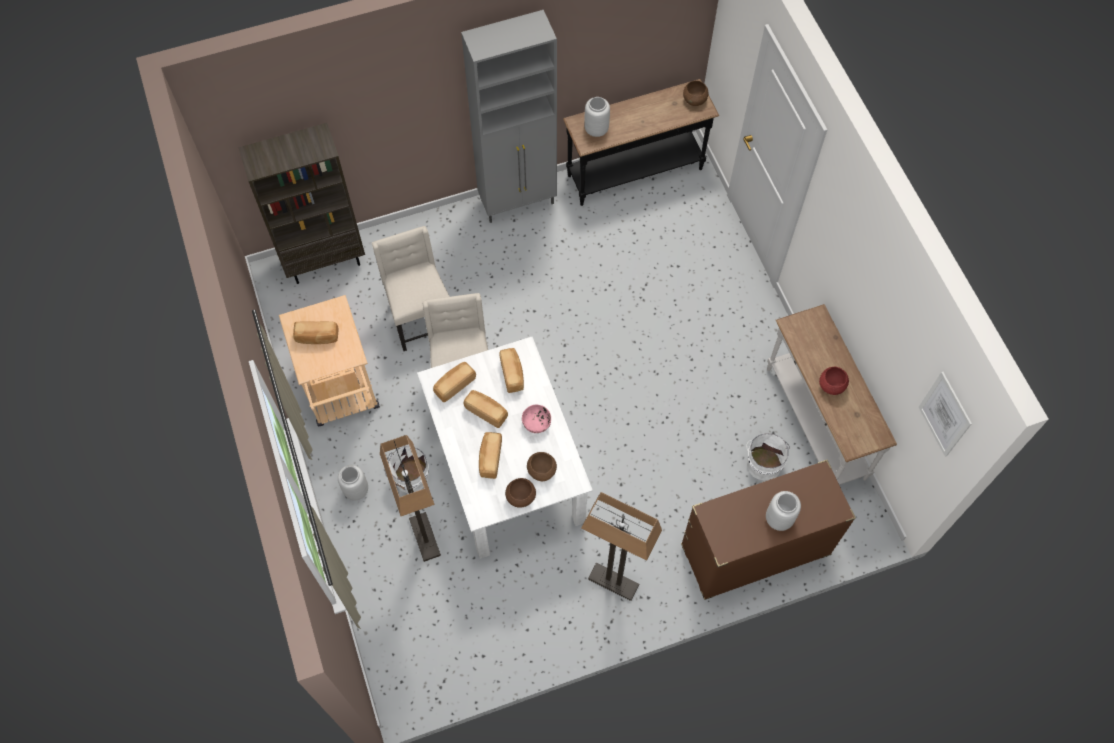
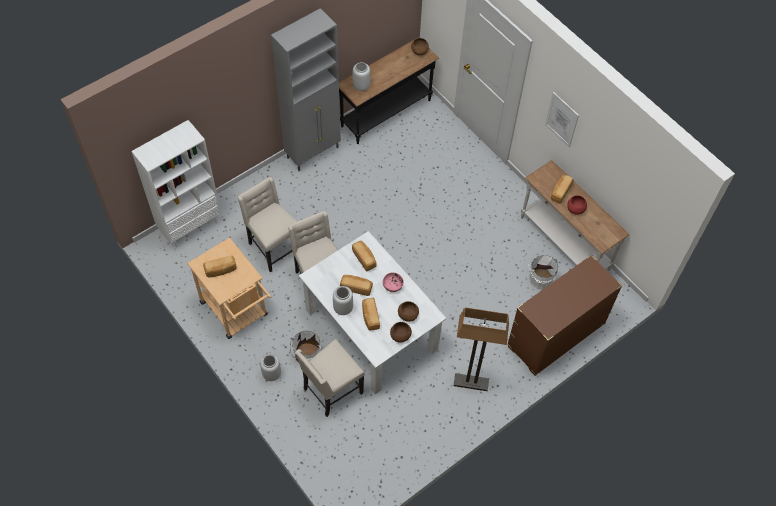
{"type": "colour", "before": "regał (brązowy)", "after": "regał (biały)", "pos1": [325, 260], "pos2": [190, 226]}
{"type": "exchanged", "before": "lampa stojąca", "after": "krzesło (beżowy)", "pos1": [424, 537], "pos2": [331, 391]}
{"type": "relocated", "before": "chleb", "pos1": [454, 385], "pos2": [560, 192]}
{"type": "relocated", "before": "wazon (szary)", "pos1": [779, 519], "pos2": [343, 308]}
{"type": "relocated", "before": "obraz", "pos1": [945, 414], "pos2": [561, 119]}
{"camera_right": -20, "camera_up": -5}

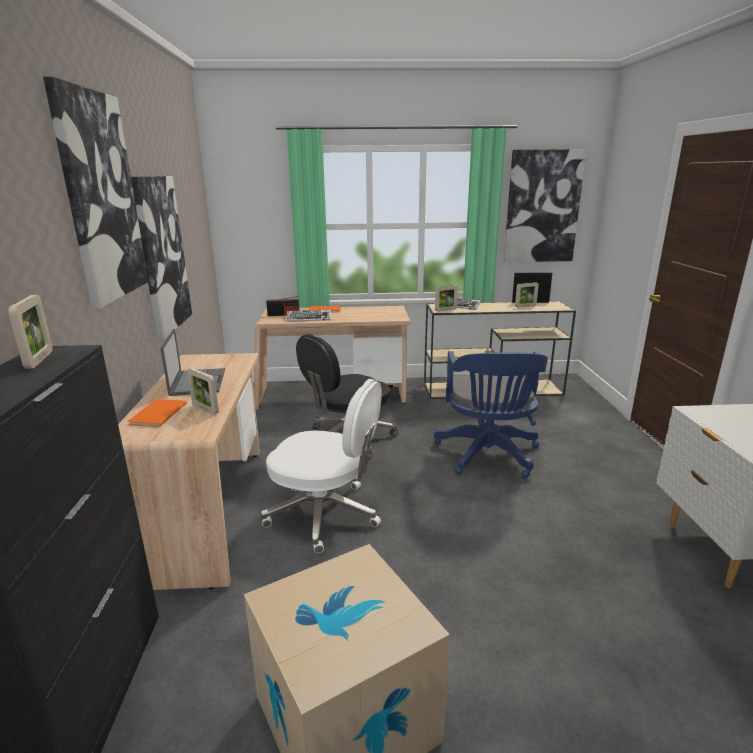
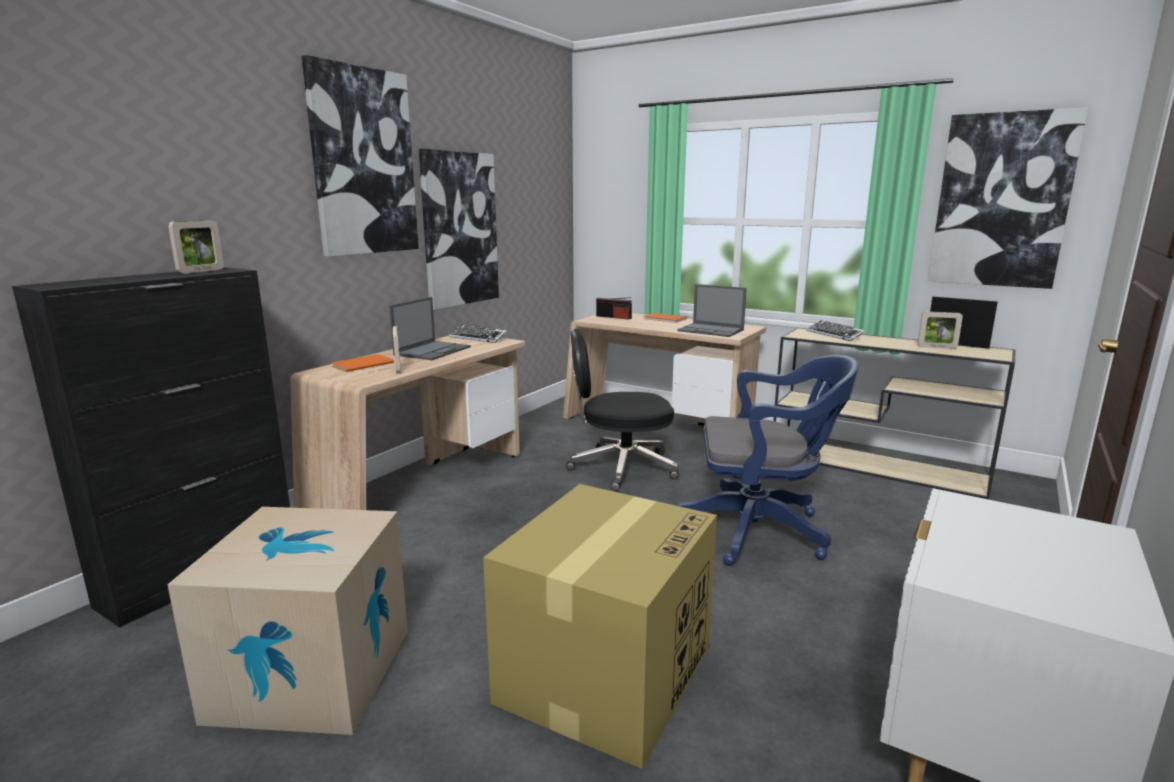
{"type": "missing", "before": "krzesło biurowe (biały)", "pos1": [325, 514]}
{"type": "relocated", "before": "klawiatura", "pos1": [308, 318], "pos2": [478, 338]}
{"type": "spun", "before": "krzesło biurowe (niebieski)", "pos1": [488, 456], "pos2": [760, 530], "turn": -120}
{"type": "missing", "before": "ramka na zdjęcie", "pos1": [445, 310]}
{"type": "appeared", "after": "karton", "pos2": [606, 672]}
{"type": "appeared", "after": "laptop", "pos2": [711, 330]}
{"camera_right": 35, "camera_up": -5}

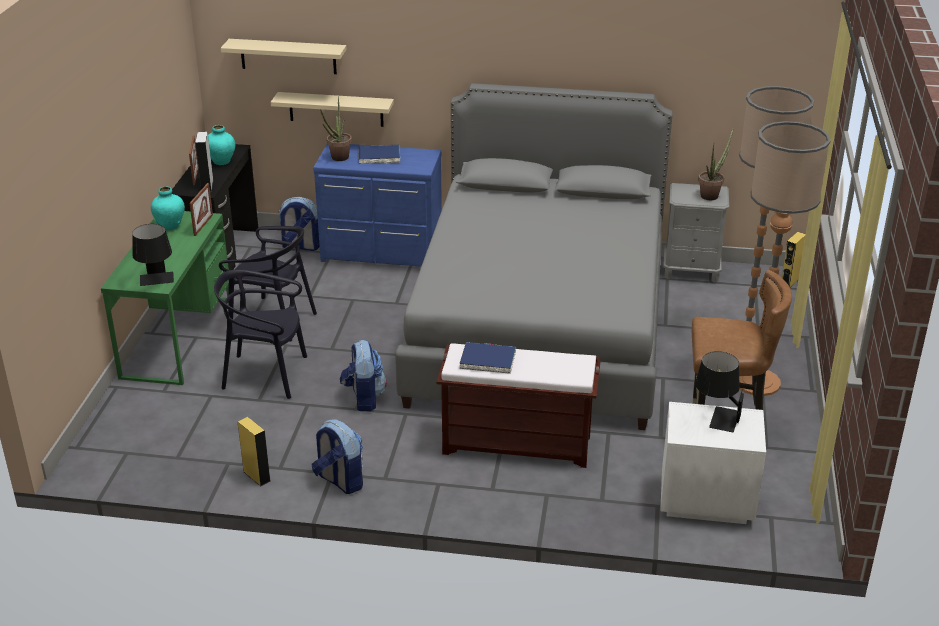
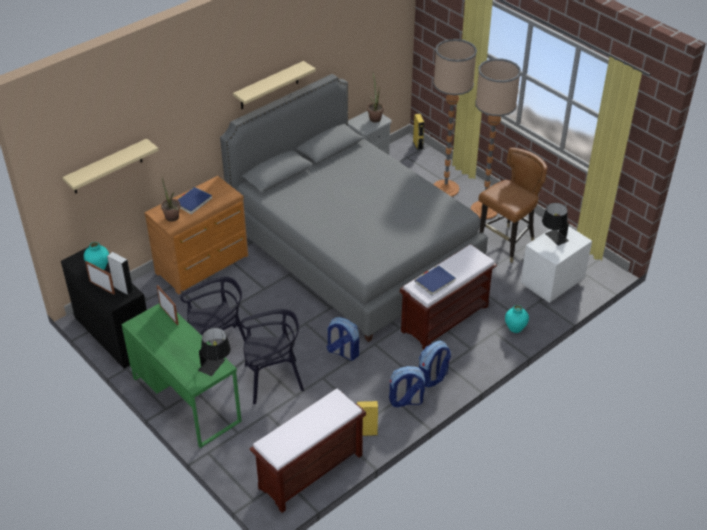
{"type": "relocated", "before": "wazon (turkusowy)", "pos1": [170, 226], "pos2": [515, 328]}
{"type": "spun", "before": "krzesło (czarny)", "pos1": [266, 375], "pos2": [273, 380], "turn": -150}
{"type": "relocated", "before": "półka (beżowy)", "pos1": [336, 109], "pos2": [269, 86]}
{"type": "relocated", "before": "plecak", "pos1": [301, 246], "pos2": [433, 377]}
{"type": "colour", "before": "komoda (niebieski)", "after": "komoda (brązowy)", "pos1": [382, 254], "pos2": [204, 265]}
{"type": "appeared", "after": "ławka (brązowy)", "pos2": [310, 472]}
{"camera_right": -50, "camera_up": 10}

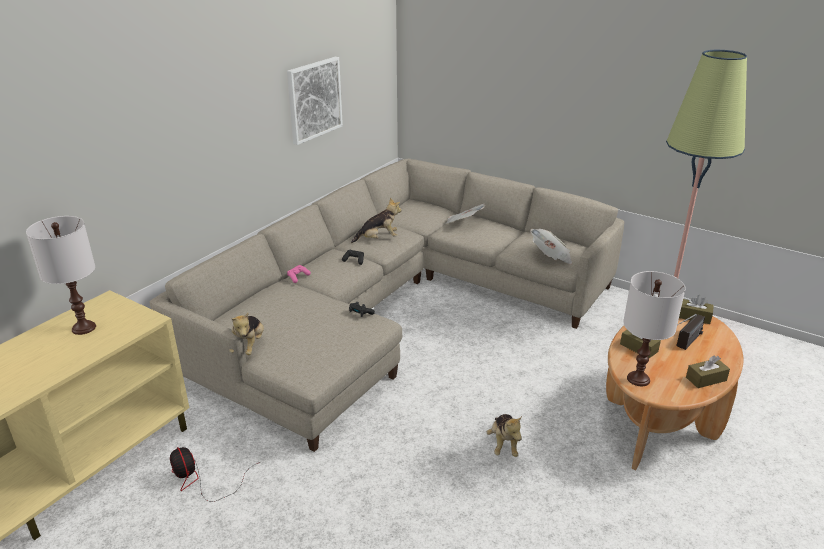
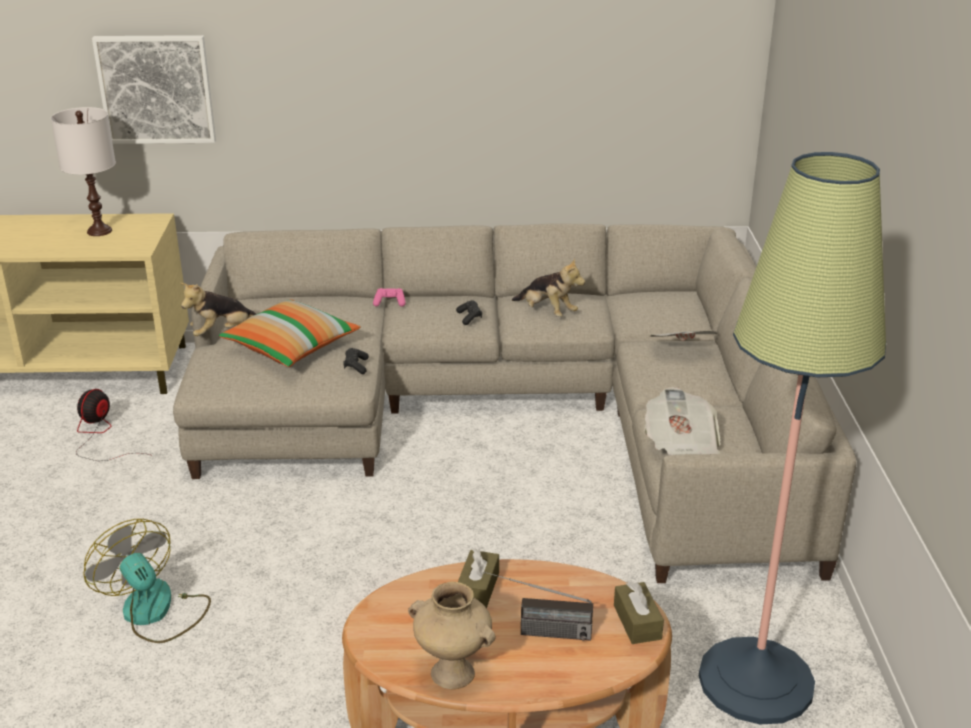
{"type": "relocated", "before": "obraz", "pos1": [314, 99], "pos2": [156, 89]}
{"type": "missing", "before": "pluszak", "pos1": [503, 444]}
{"type": "missing", "before": "lampa stołowa (biały)", "pos1": [638, 379]}
{"type": "exchanged", "before": "pudełko chusteczek (brązowy)", "after": "wazon (beżowy)", "pos1": [706, 379], "pos2": [454, 673]}
{"type": "appeared", "after": "wentylator", "pos2": [155, 612]}
{"type": "appeared", "after": "poduszka", "pos2": [291, 348]}
{"camera_right": 55, "camera_up": 0}

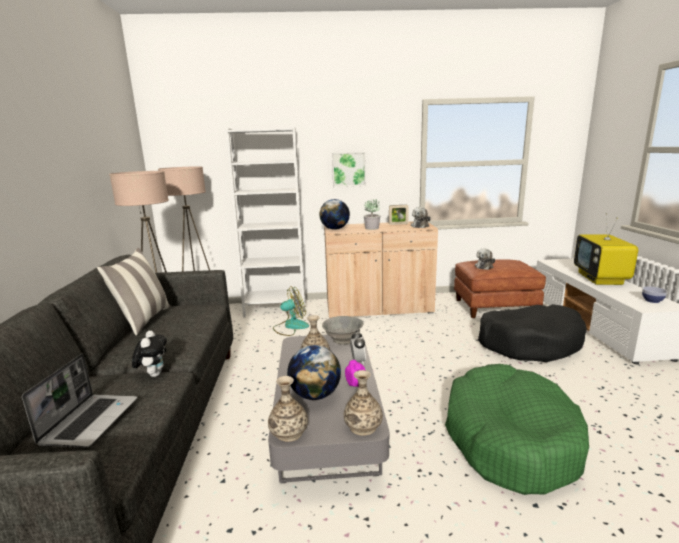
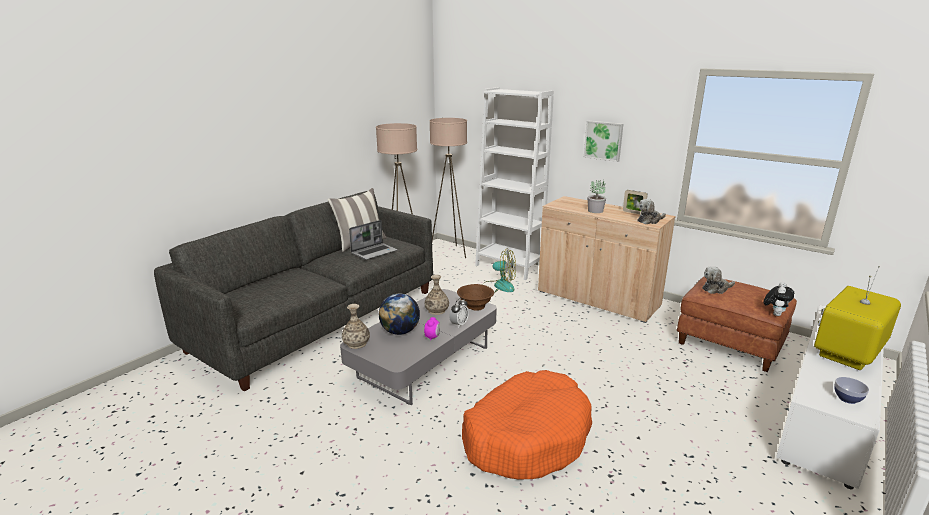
{"type": "relocated", "before": "laptop", "pos1": [90, 420], "pos2": [374, 252]}
{"type": "relocated", "before": "pluszak", "pos1": [154, 374], "pos2": [775, 314]}
{"type": "missing", "before": "globus", "pos1": [335, 229]}
{"type": "colour", "before": "miska (szary)", "after": "miska (brązowy)", "pos1": [343, 340], "pos2": [475, 306]}
{"type": "missing", "before": "wazon", "pos1": [363, 426]}
{"type": "colour", "before": "legowisko (zielony)", "after": "legowisko (pomarańczowy)", "pos1": [509, 439], "pos2": [526, 436]}
{"type": "missing", "before": "legowisko (czarny)", "pos1": [529, 343]}
{"camera_right": 40, "camera_up": 5}

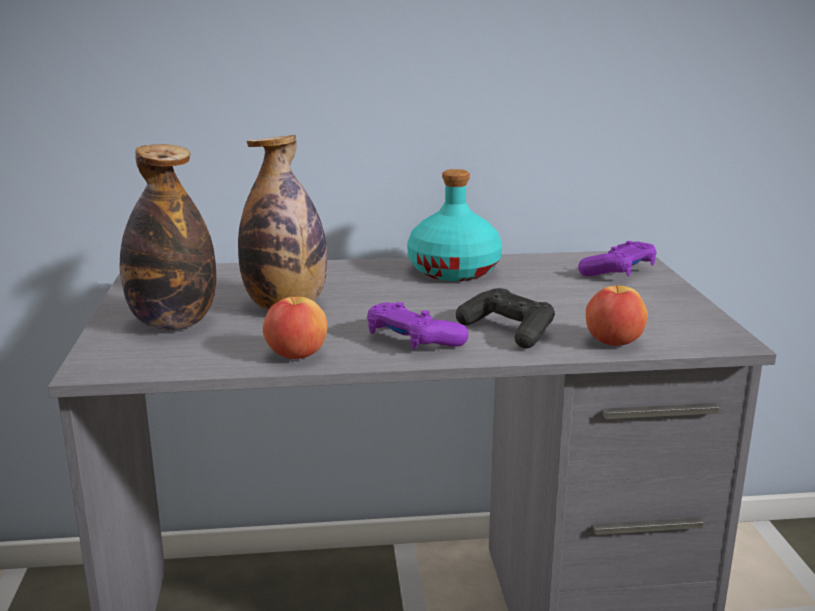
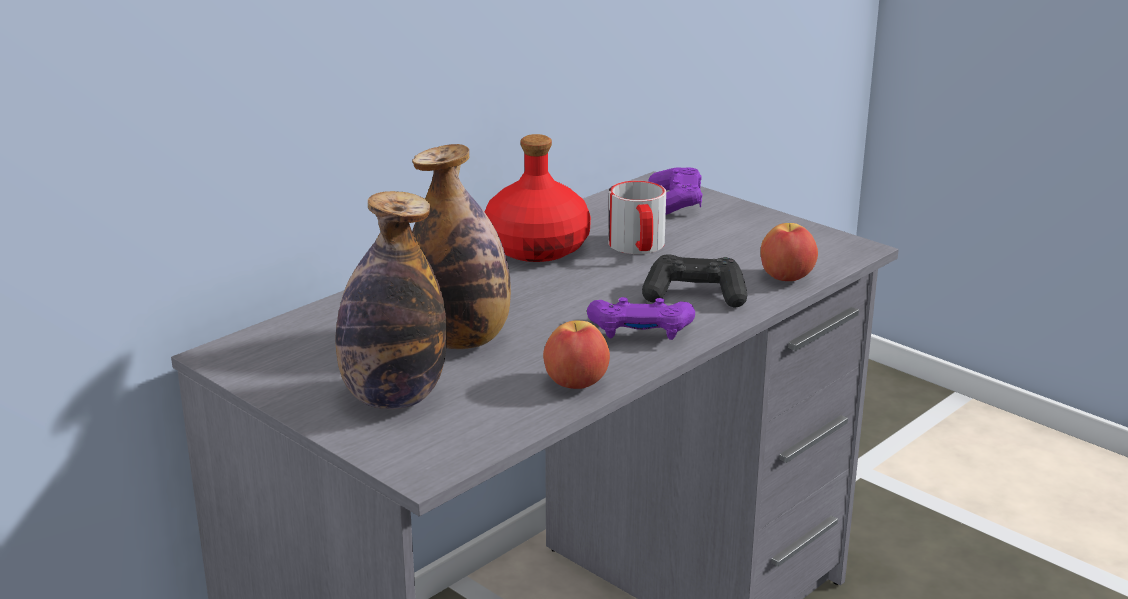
{"type": "colour", "before": "butelka (turkusowy)", "after": "butelka (czerwony)", "pos1": [454, 270], "pos2": [536, 247]}
{"type": "appeared", "after": "kubek", "pos2": [638, 247]}
{"camera_right": -40, "camera_up": 5}

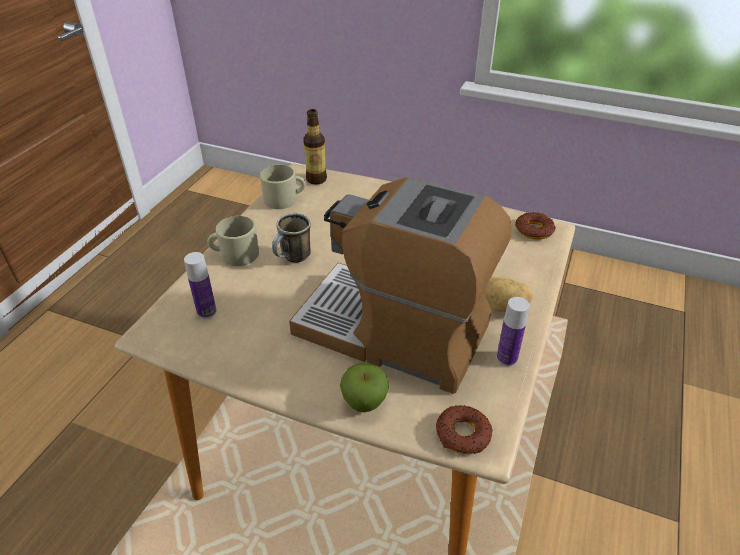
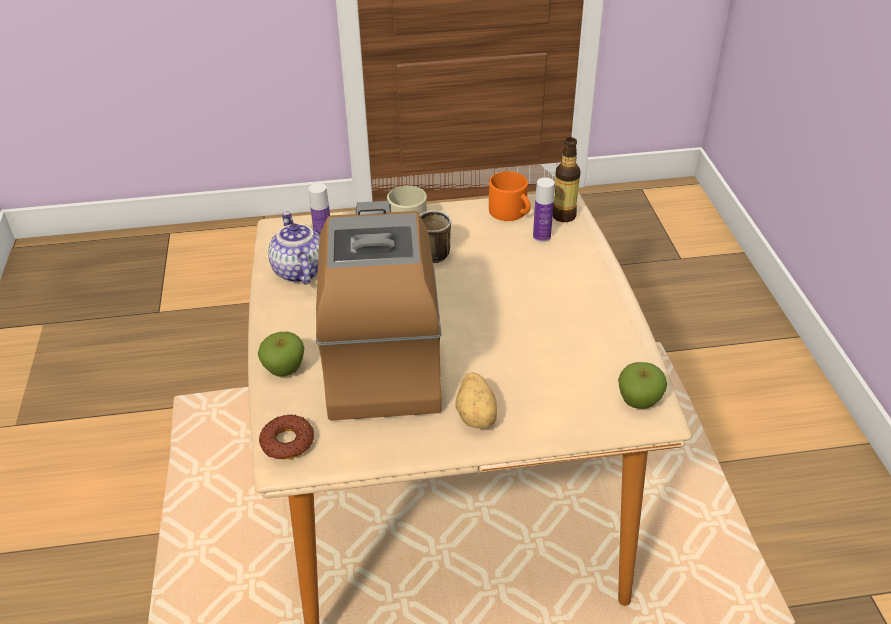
{"type": "colour", "before": "kubek (beżowy)", "after": "kubek (pomarańczowy)", "pos1": [285, 199], "pos2": [511, 212]}
{"type": "relocated", "before": "butelka", "pos1": [506, 358], "pos2": [541, 237]}
{"type": "exchanged", "before": "donut", "after": "jabłko", "pos1": [534, 230], "pos2": [638, 401]}
{"type": "appeared", "after": "imbryk", "pos2": [298, 271]}
{"camera_right": 60, "camera_up": 0}

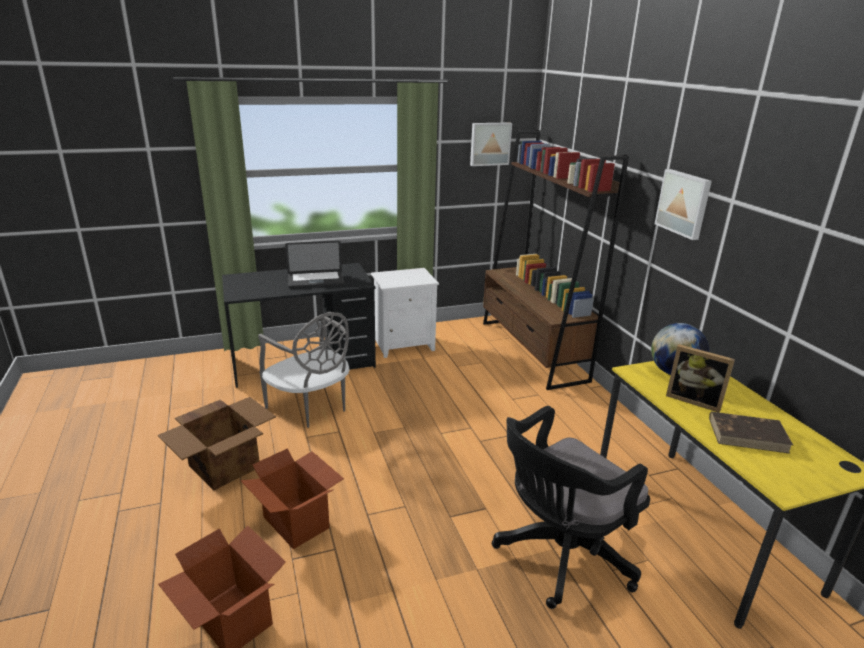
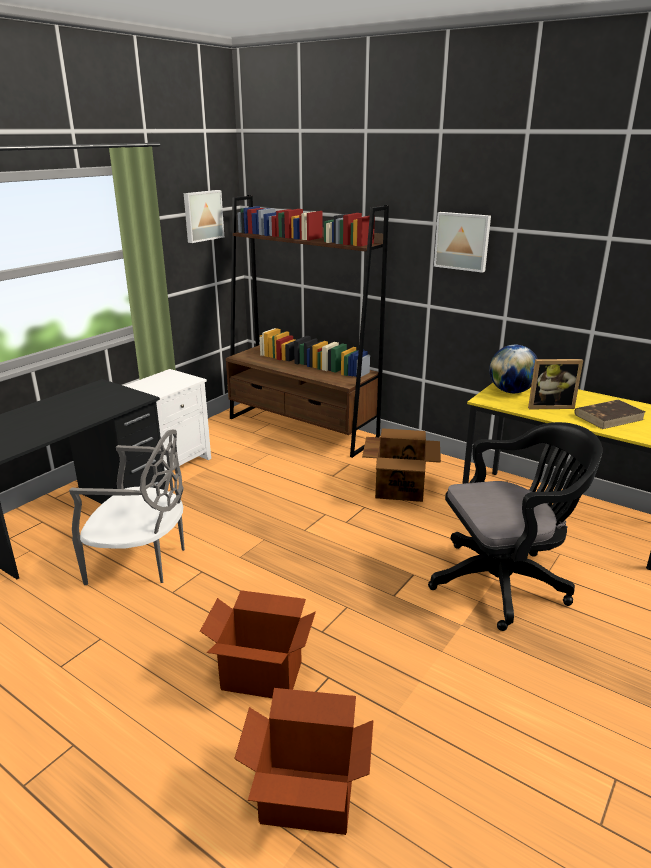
{"type": "relocated", "before": "karton", "pos1": [225, 466], "pos2": [400, 488]}
{"type": "missing", "before": "laptop", "pos1": [316, 281]}
{"type": "spun", "before": "krzesło biurowe (czarny)", "pos1": [559, 556], "pos2": [505, 582], "turn": -120}
{"camera_right": -35, "camera_up": 0}

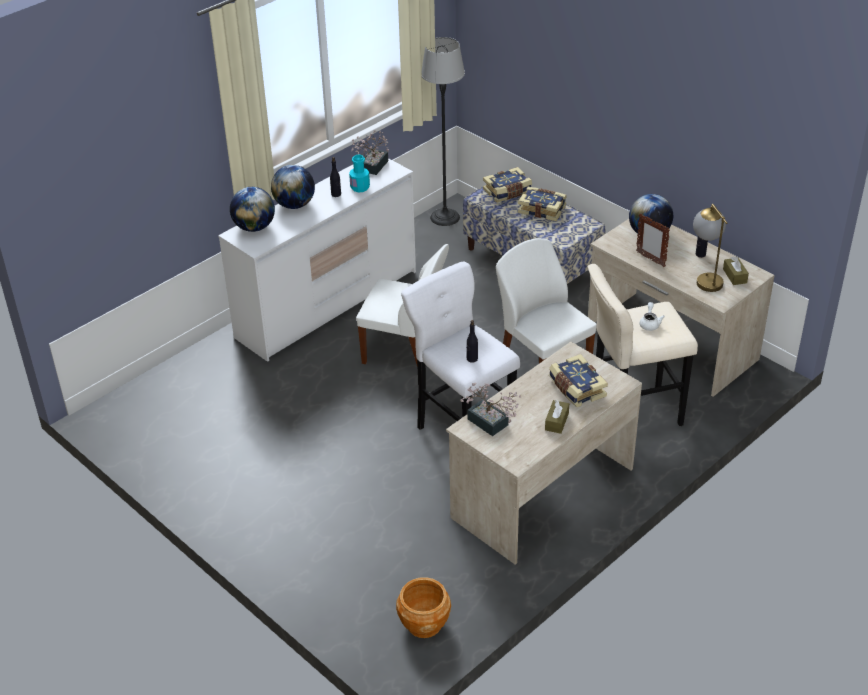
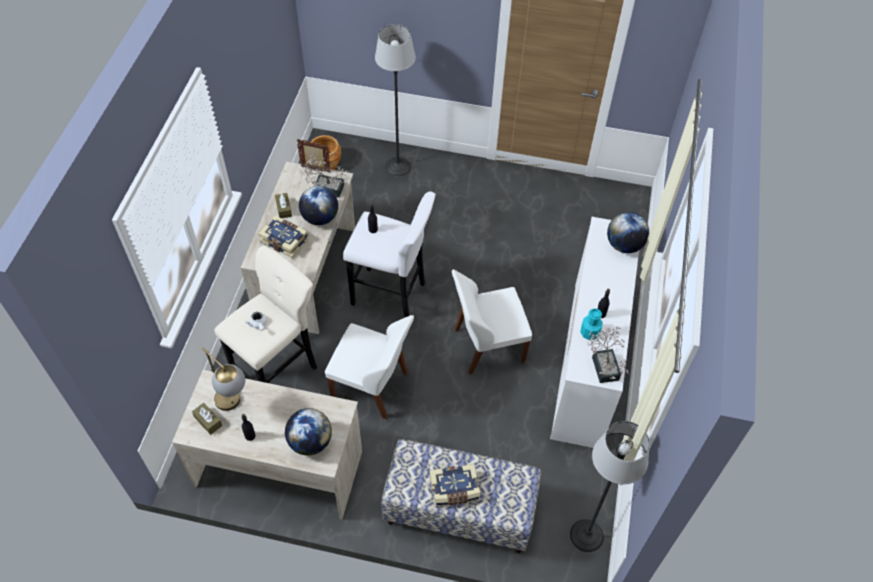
{"type": "relocated", "before": "globus", "pos1": [294, 205], "pos2": [320, 218]}
{"type": "missing", "before": "książka", "pos1": [507, 192]}
{"type": "relocated", "before": "ramka na zdjęcie", "pos1": [650, 259], "pos2": [315, 170]}
{"type": "appeared", "after": "lampa stojąca", "pos2": [398, 167]}
{"camera_right": 145, "camera_up": 15}

